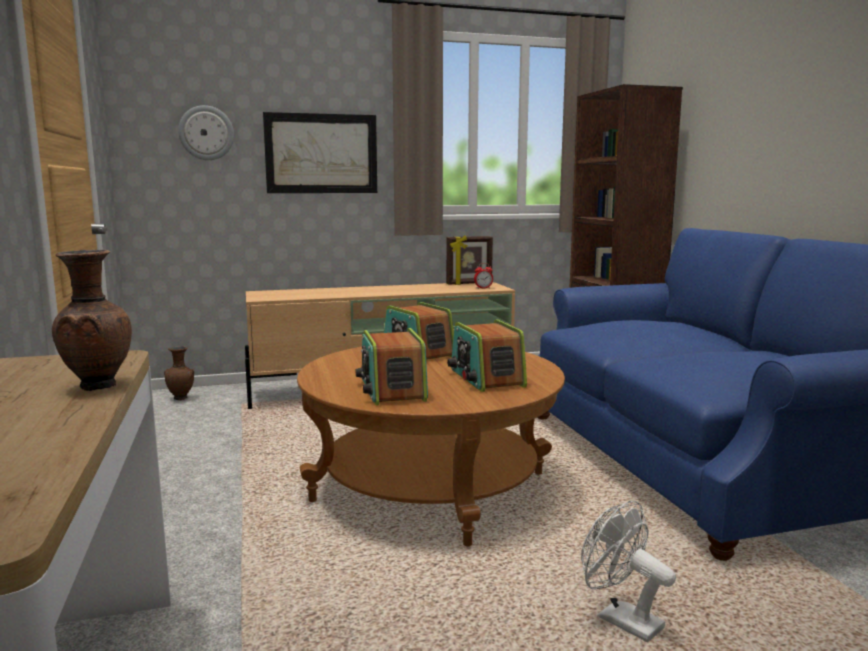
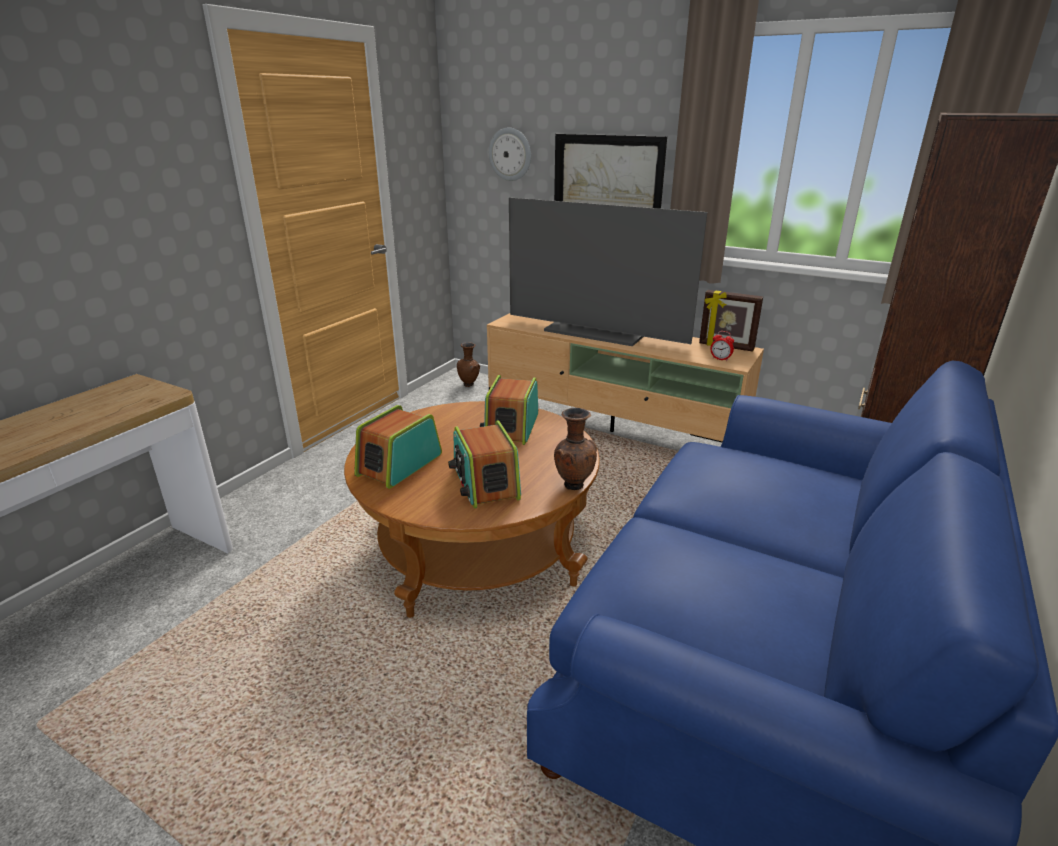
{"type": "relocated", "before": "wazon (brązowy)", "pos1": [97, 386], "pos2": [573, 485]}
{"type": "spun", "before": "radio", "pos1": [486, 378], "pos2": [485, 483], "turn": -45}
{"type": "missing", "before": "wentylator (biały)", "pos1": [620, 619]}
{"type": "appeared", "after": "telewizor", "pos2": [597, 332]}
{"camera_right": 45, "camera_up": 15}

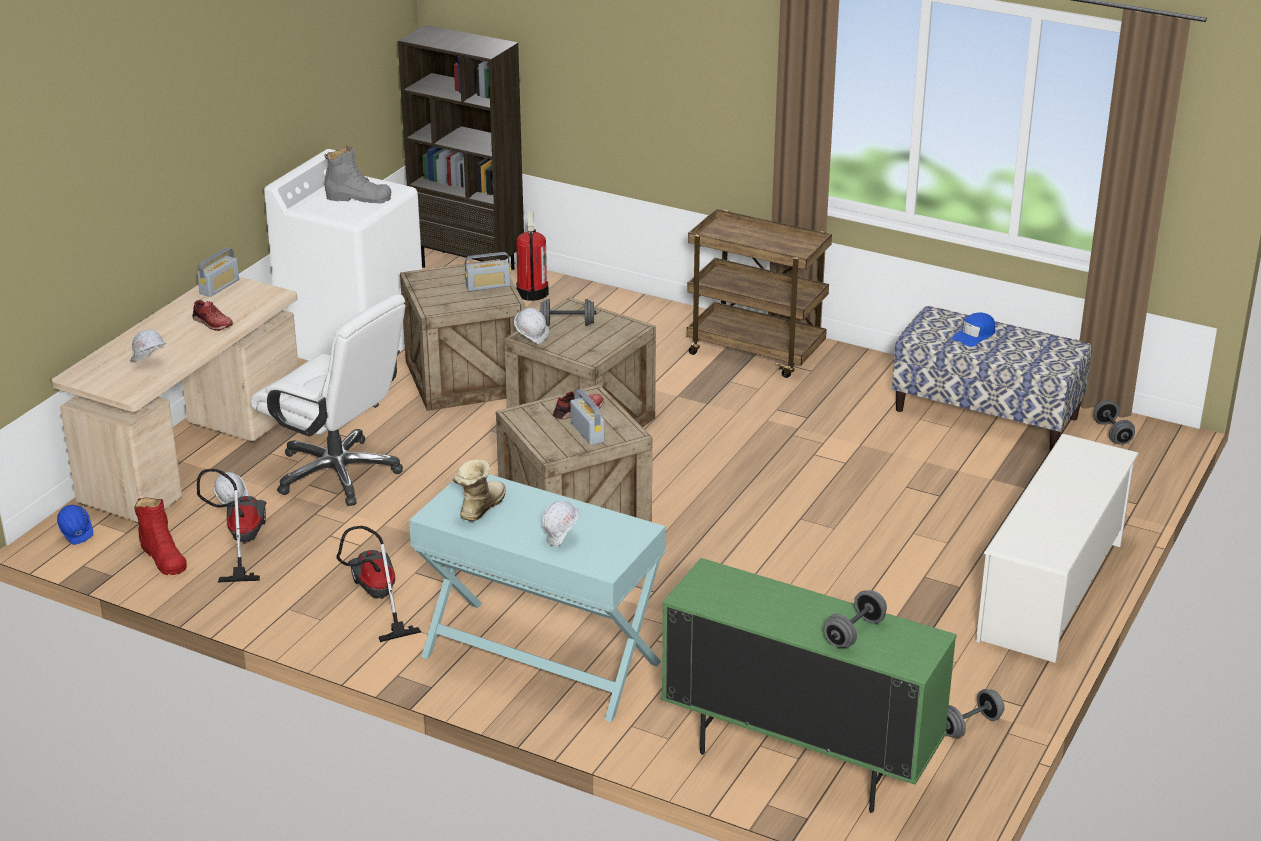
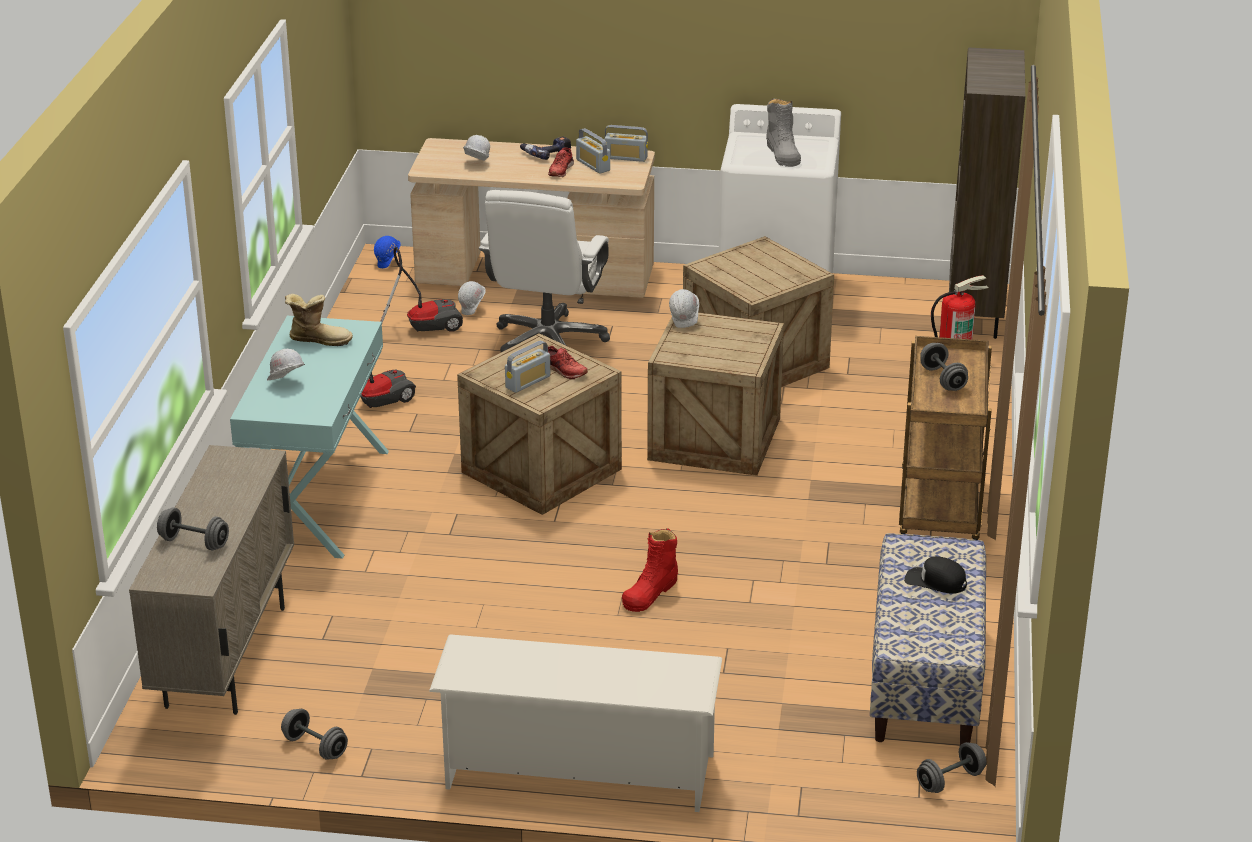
{"type": "relocated", "before": "but z cholewką (czerwony)", "pos1": [163, 557], "pos2": [650, 592]}
{"type": "relocated", "before": "radio", "pos1": [488, 286], "pos2": [593, 165]}
{"type": "relocated", "before": "hantel (szary)", "pos1": [567, 324], "pos2": [943, 379]}
{"type": "colour", "before": "szafka (zielony)", "after": "szafka (beżowy)", "pos1": [799, 760], "pos2": [226, 656]}
{"type": "colour", "before": "czapka z daszkiem (niebieski)", "after": "czapka z daszkiem (czarny)", "pos1": [974, 335], "pos2": [935, 581]}
{"type": "appeared", "after": "wiertarka", "pos2": [546, 153]}
{"camera_right": 70, "camera_up": 0}

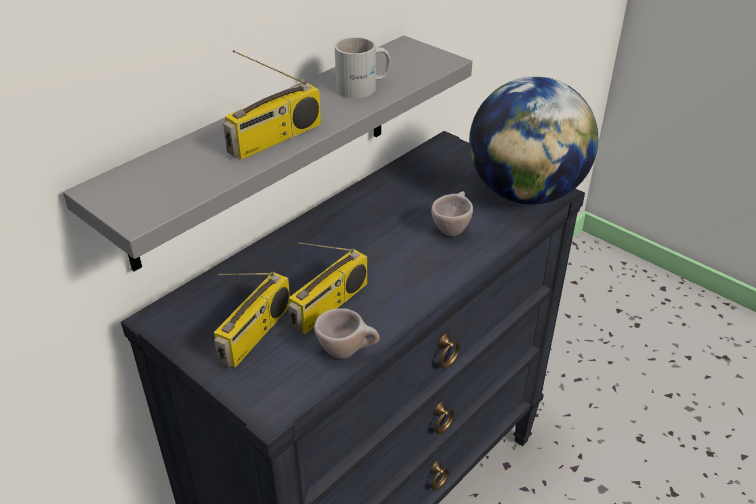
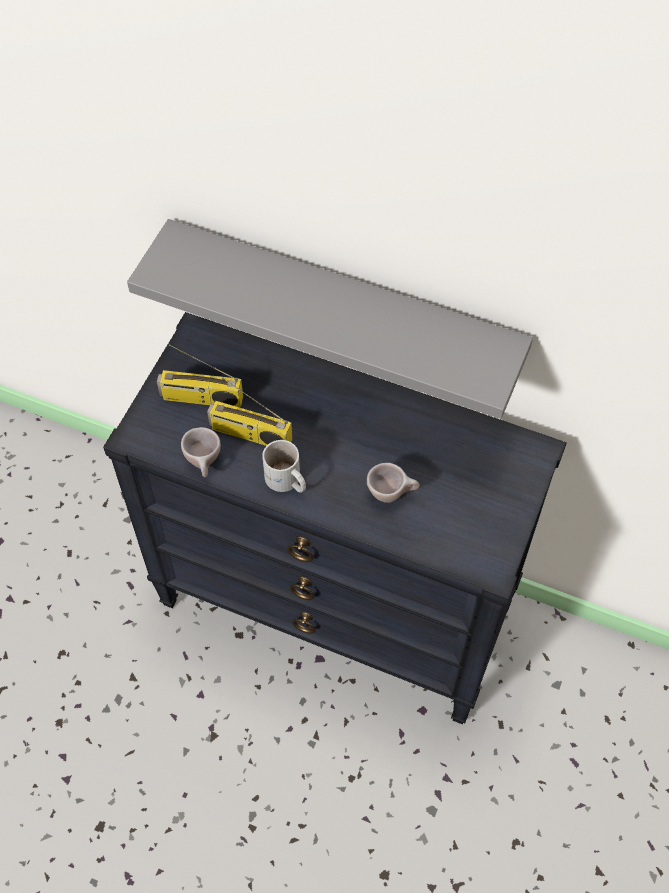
{"type": "missing", "before": "radio", "pos1": [275, 139]}
{"type": "relocated", "before": "kubek (biały)", "pos1": [364, 88], "pos2": [286, 482]}
{"type": "missing", "before": "globus", "pos1": [525, 193]}
{"camera_right": 70, "camera_up": 20}

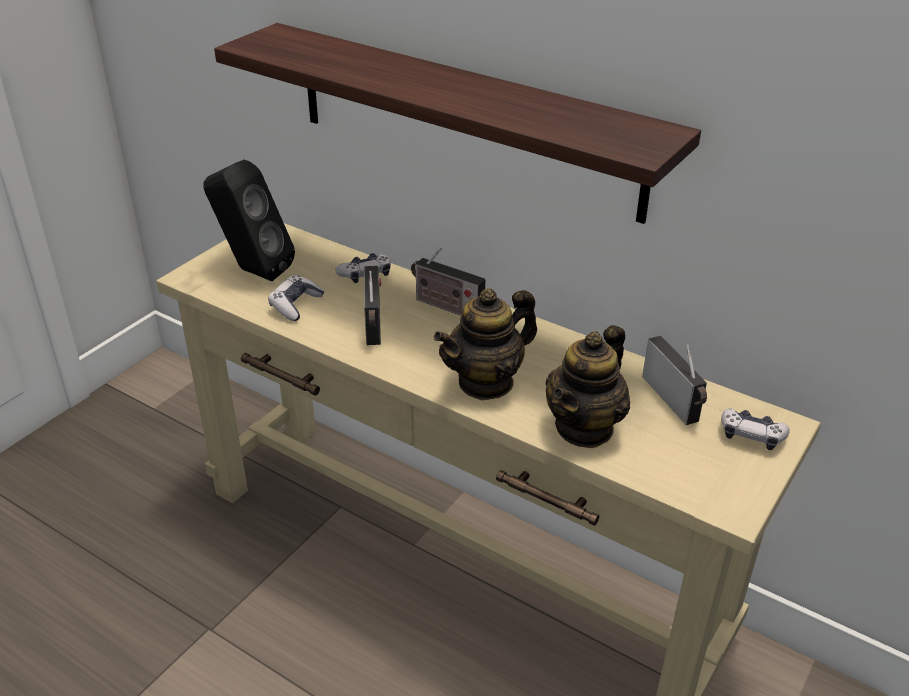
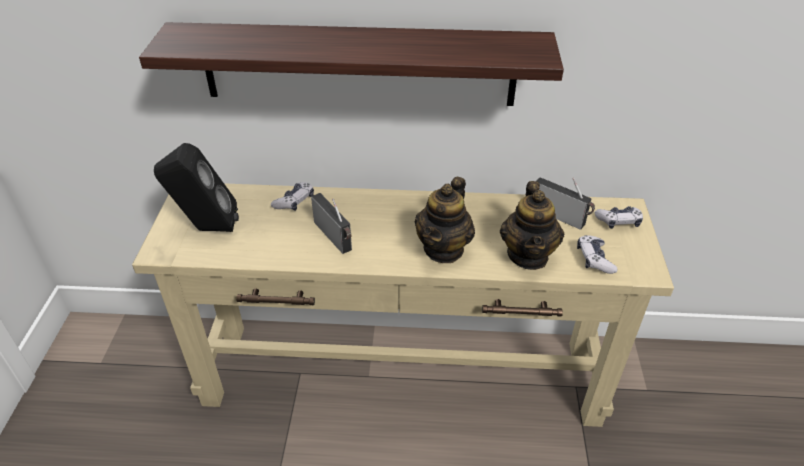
{"type": "relocated", "before": "pad do gier", "pos1": [295, 305], "pos2": [594, 259]}
{"type": "missing", "before": "radio", "pos1": [445, 307]}
{"camera_right": -30, "camera_up": 5}

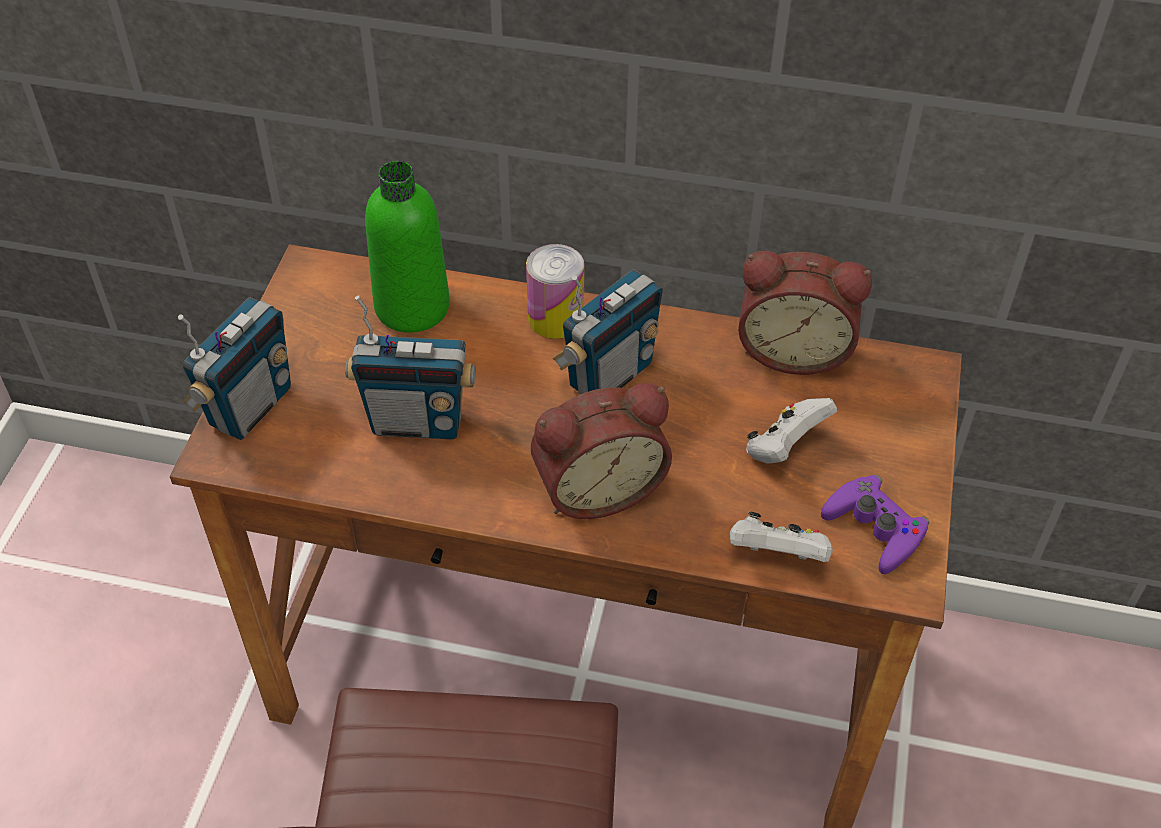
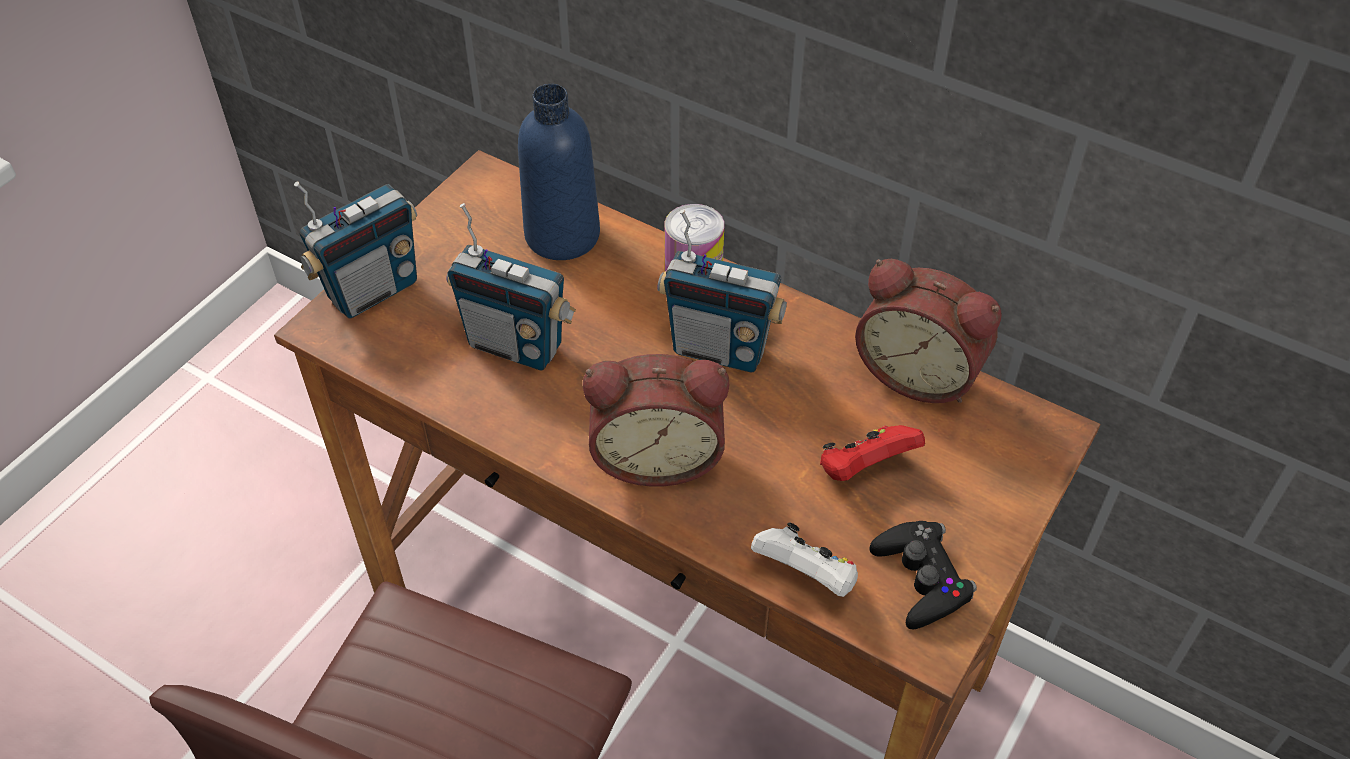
{"type": "colour", "before": "butelka (zielony)", "after": "butelka (niebieski)", "pos1": [412, 307], "pos2": [562, 235]}
{"type": "spun", "before": "radio", "pos1": [609, 375], "pos2": [720, 349], "turn": 45}
{"type": "colour", "before": "pad do gier (biały)", "after": "pad do gier (czerwony)", "pos1": [785, 447], "pos2": [864, 469]}
{"type": "colour", "before": "pad do gier (fioletowy)", "after": "pad do gier (czarny)", "pos1": [874, 528], "pos2": [921, 579]}
{"camera_right": 20, "camera_up": 0}

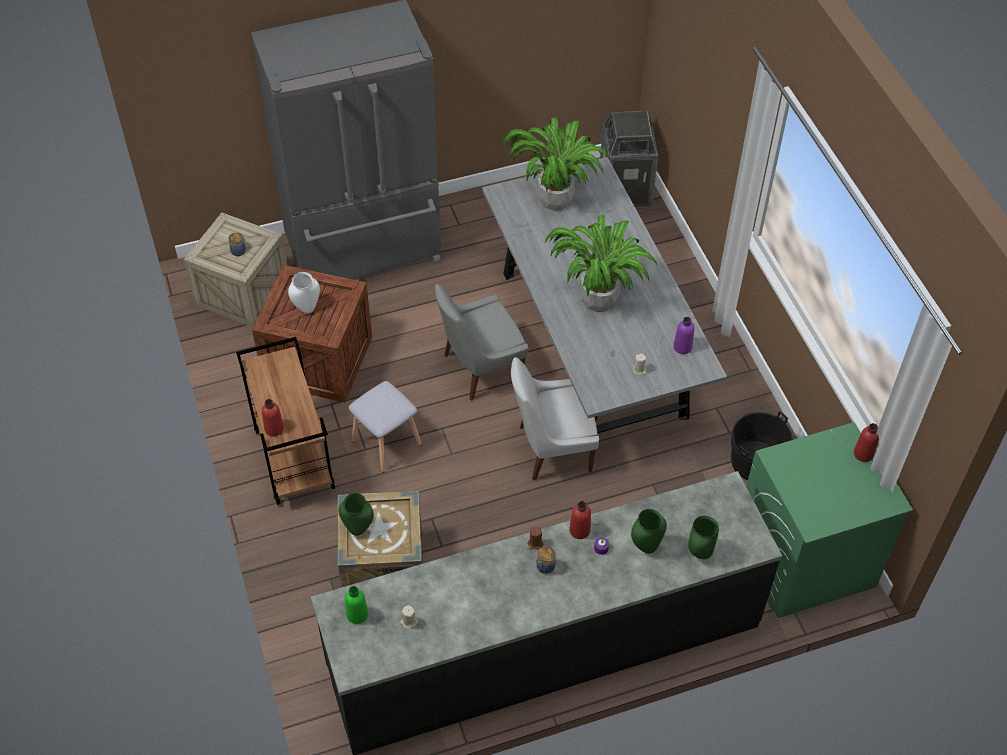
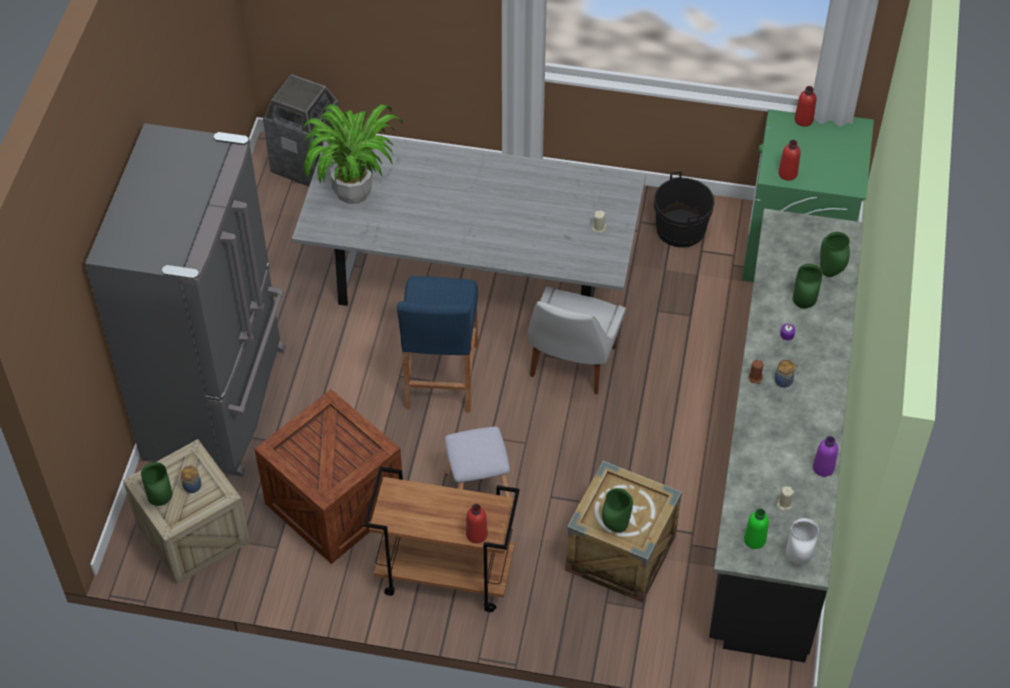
{"type": "relocated", "before": "wazon (biały)", "pos1": [307, 309], "pos2": [798, 558]}
{"type": "exchanged", "before": "krzesło (szary)", "after": "stołek (niebieski)", "pos1": [479, 368], "pos2": [441, 376]}
{"type": "missing", "before": "roślina doniczkowa", "pos1": [599, 300]}
{"type": "relocated", "before": "butelka (czerwony)", "pos1": [579, 530], "pos2": [787, 173]}
{"type": "relocated", "before": "butelka (fioletowy)", "pos1": [682, 347], "pos2": [823, 468]}
{"type": "appeared", "after": "wazon (zielony)", "pos2": [160, 501]}
{"camera_right": -60, "camera_up": 0}

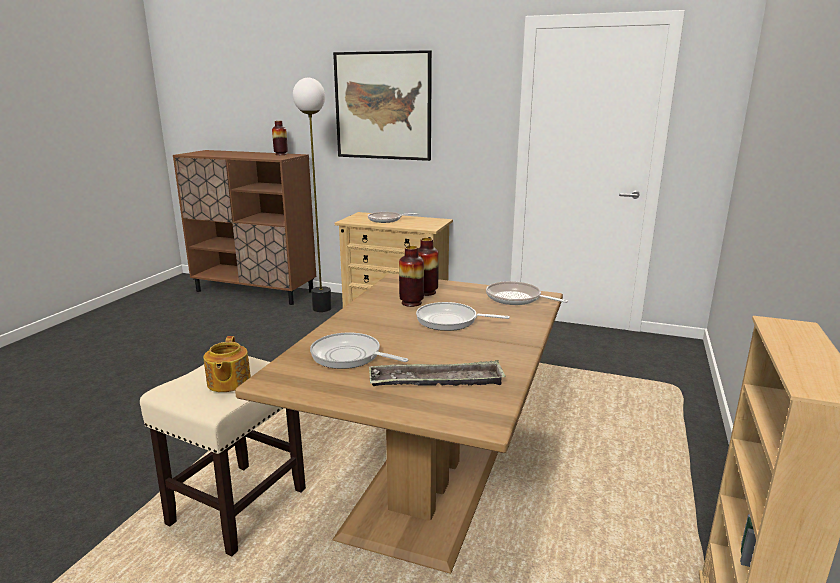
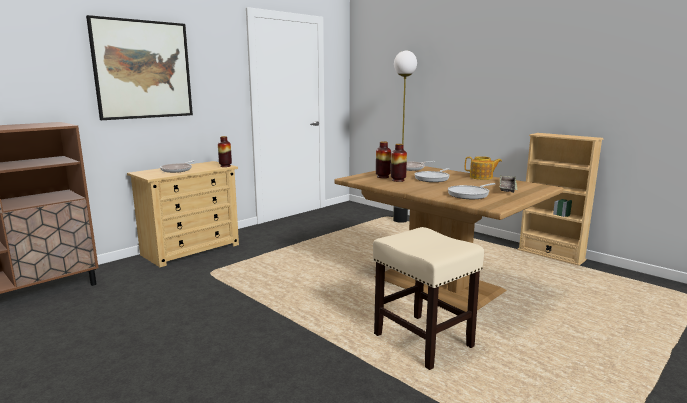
{"type": "relocated", "before": "imbryk", "pos1": [228, 382], "pos2": [481, 177]}
{"type": "relocated", "before": "wazon", "pos1": [281, 154], "pos2": [225, 166]}
{"type": "relocated", "before": "lampa stojąca", "pos1": [322, 308], "pos2": [400, 221]}
{"camera_right": -65, "camera_up": -5}

